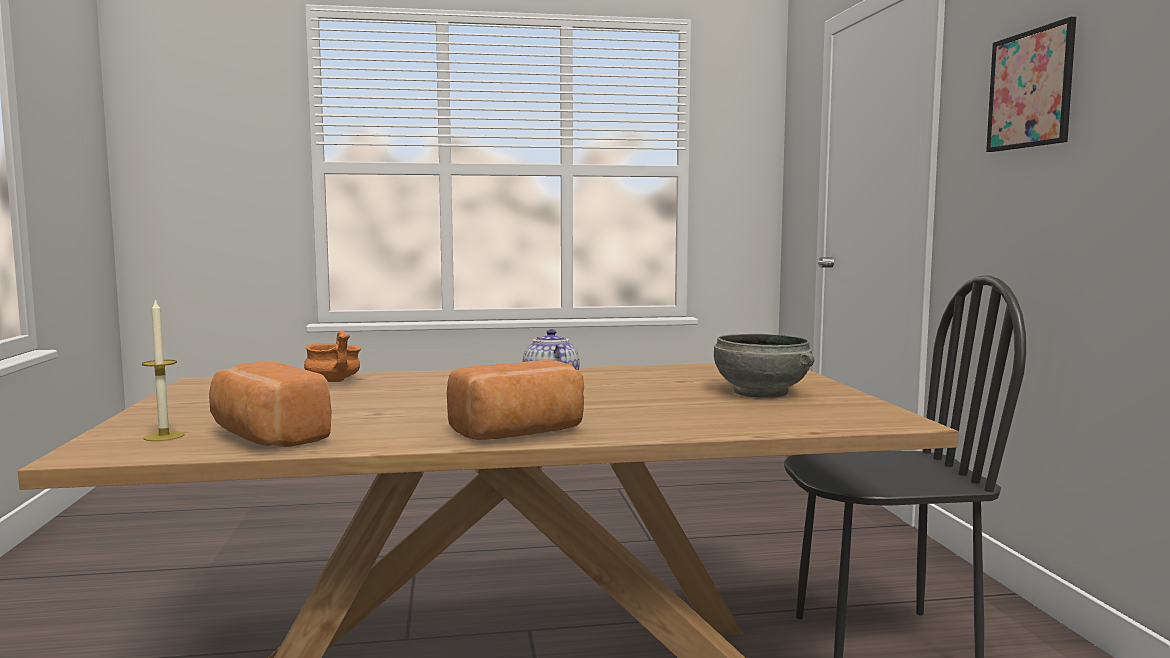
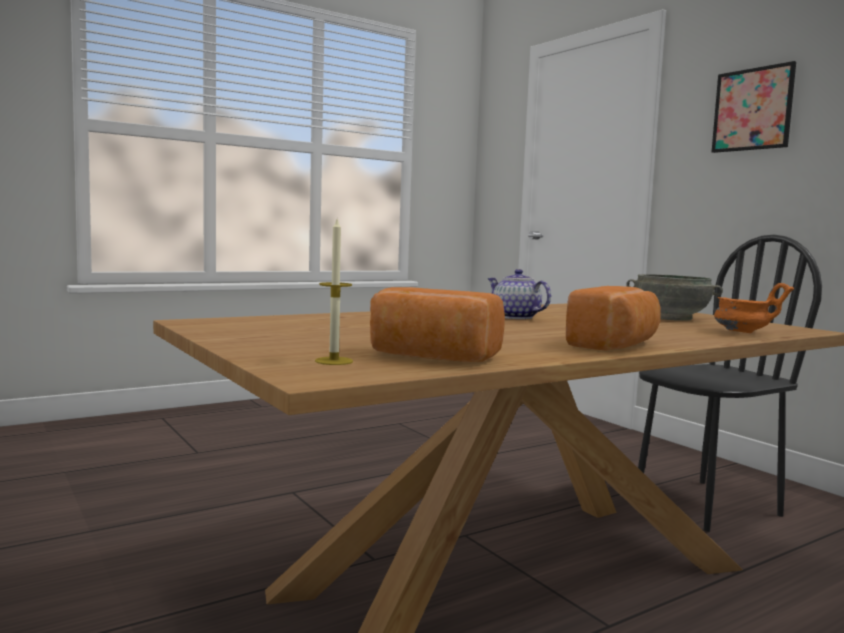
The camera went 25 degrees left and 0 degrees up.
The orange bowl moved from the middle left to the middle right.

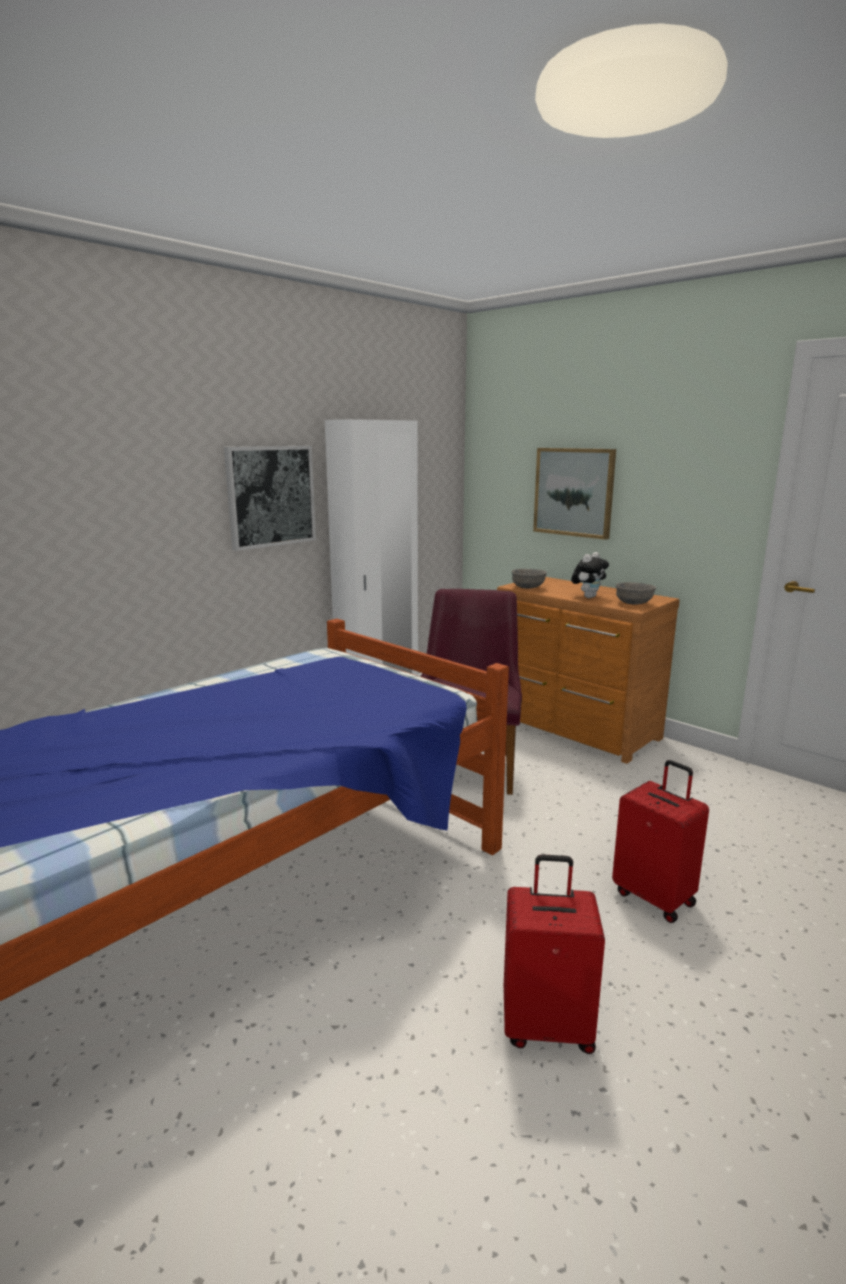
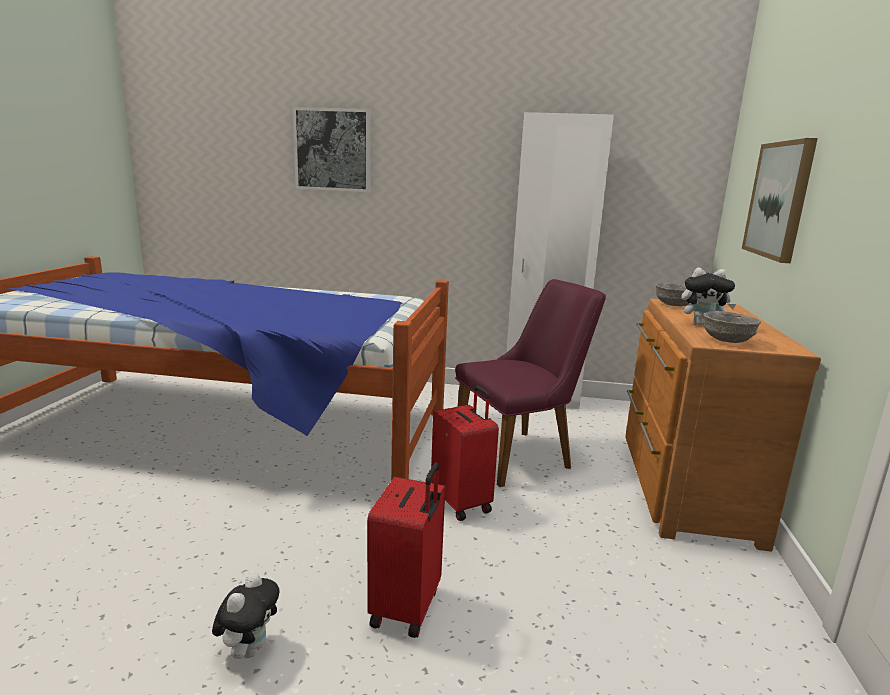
The camera went 55 degrees right and 0 degrees up.
The picture (no. 1 from left) moved from the middle left to the top centre.
The red suitcase (no. 1 from left in the first image) moved from the bottom centre to the centre.
The plush toy (no. 1 from left) at the bottom left appeared.

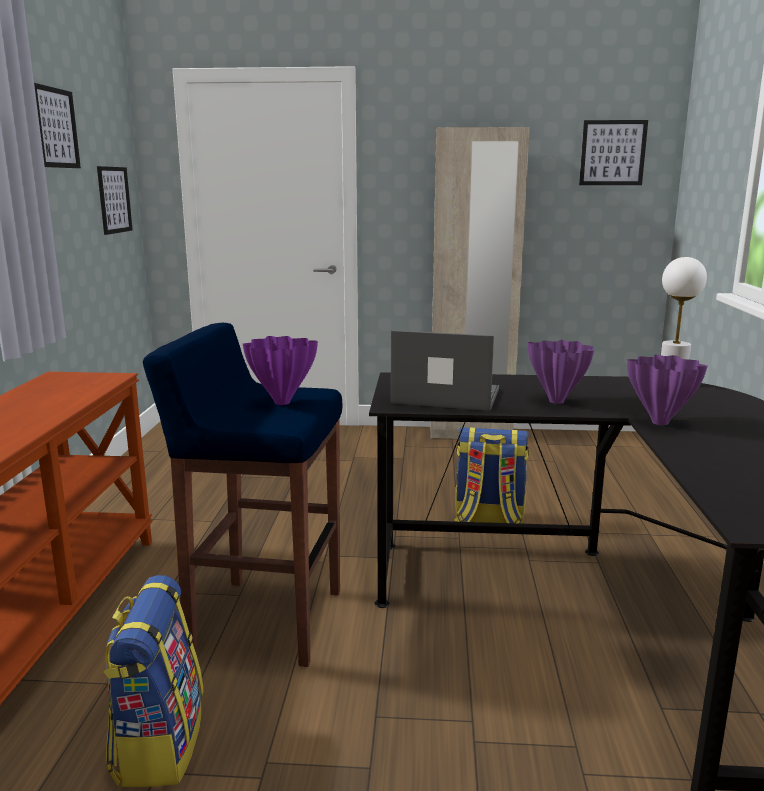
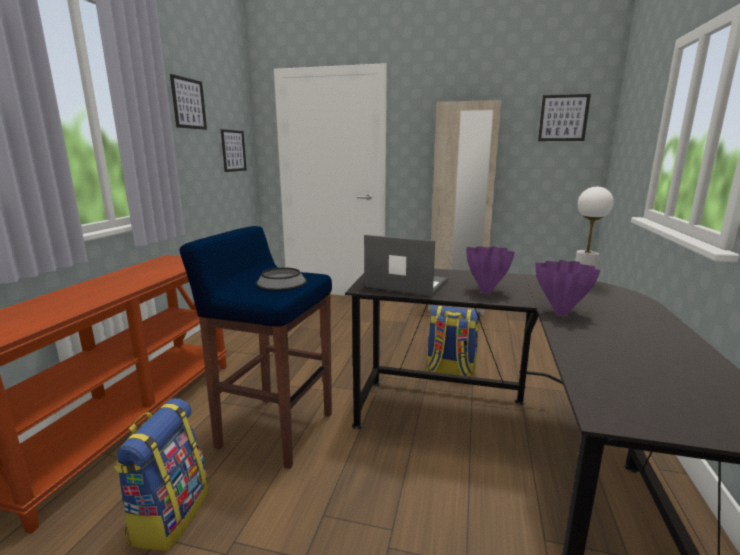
The camera went 10 degrees right and 0 degrees up.
The purple vase (no. 1 from left) at the centre was replaced by the bowl at the centre.

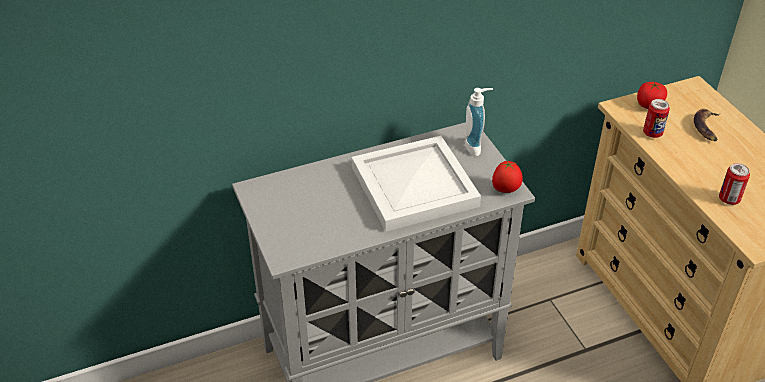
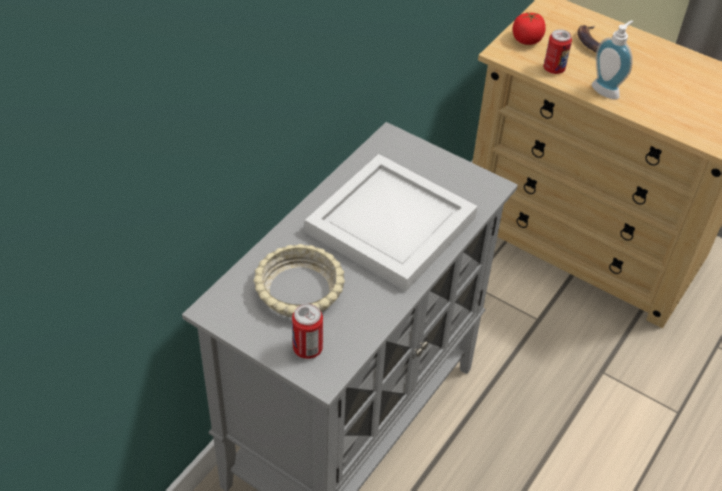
The camera went 35 degrees left and 5 degrees up.
The soap dispenser moved from the top centre to the top right.
The tomato (no. 1 from left) at the centre disappeared.
The can (no. 2 from left in the first image) moved from the middle right to the bottom centre.
The beige bowl at the centre appeared.

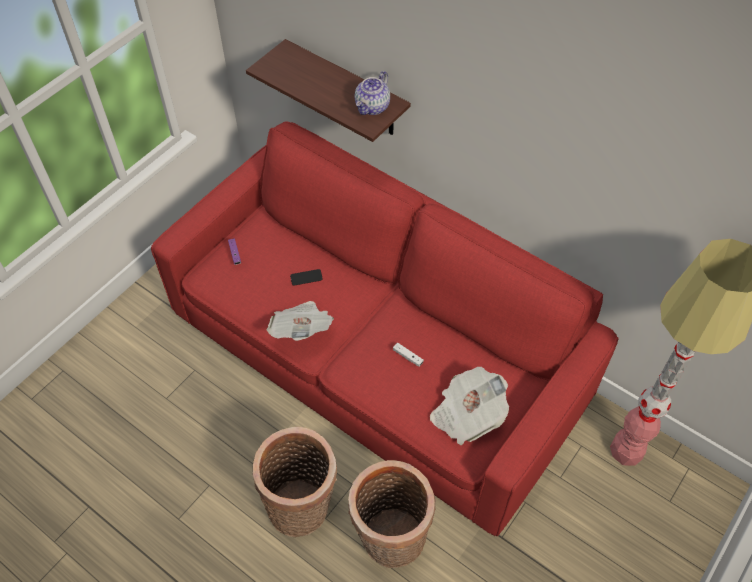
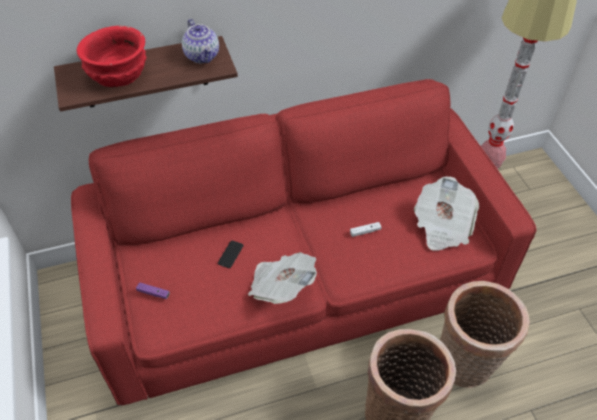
The camera went 55 degrees left and 5 degrees down.
The red bowl at the top left appeared.

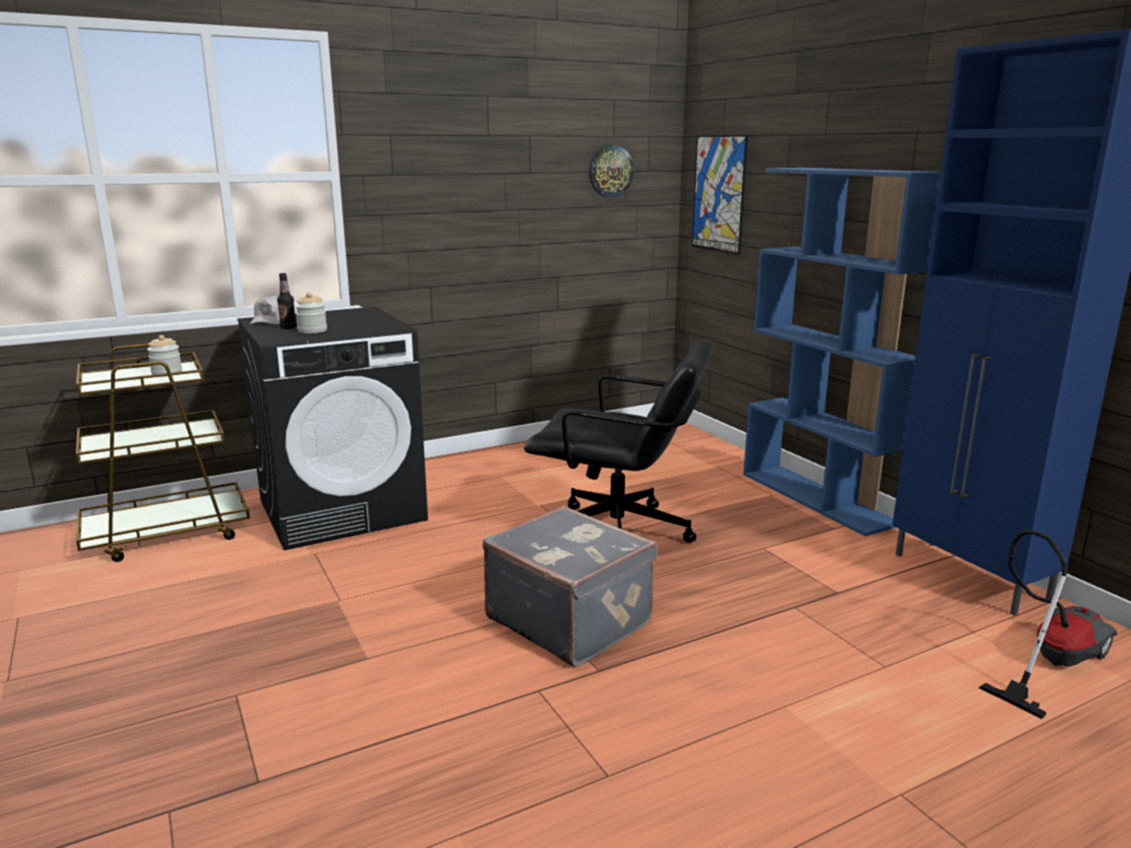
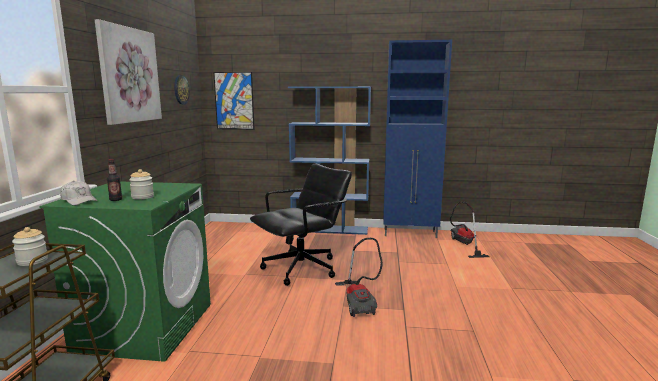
The camera went 55 degrees left and 5 degrees down.
The black washing machine at the middle left became the green washing machine at the bottom left.
The grey suitcase at the bottom centre was replaced by the vacuum cleaner (no. 1 from left) at the bottom centre.
The picture (no. 1 from left) at the top left appeared.

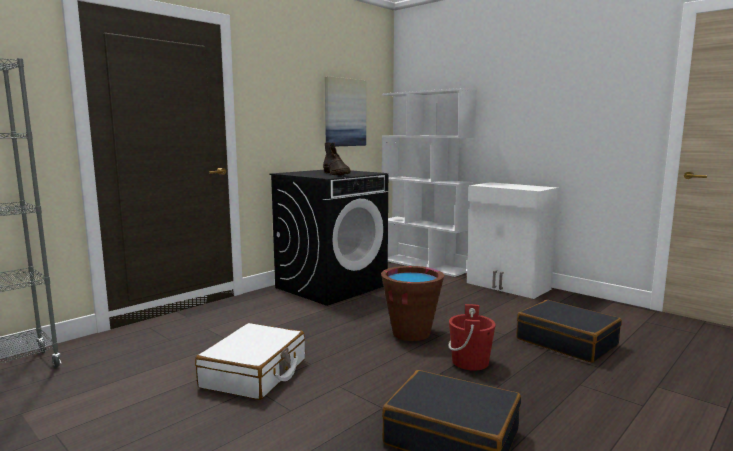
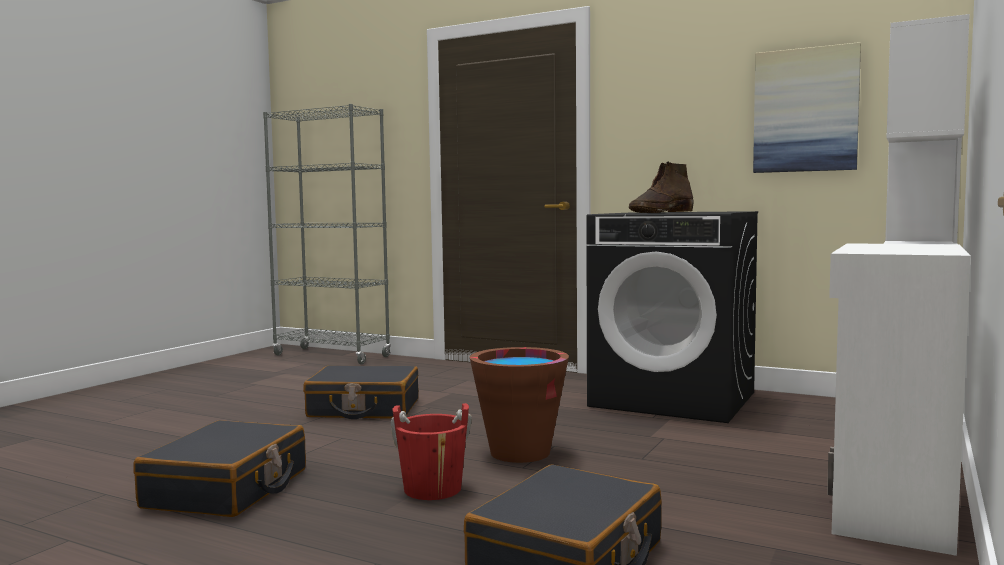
The camera went 75 degrees right and 5 degrees down.
The white suitcase at the bottom centre became the black suitcase (no. 2 from left) at the bottom centre.

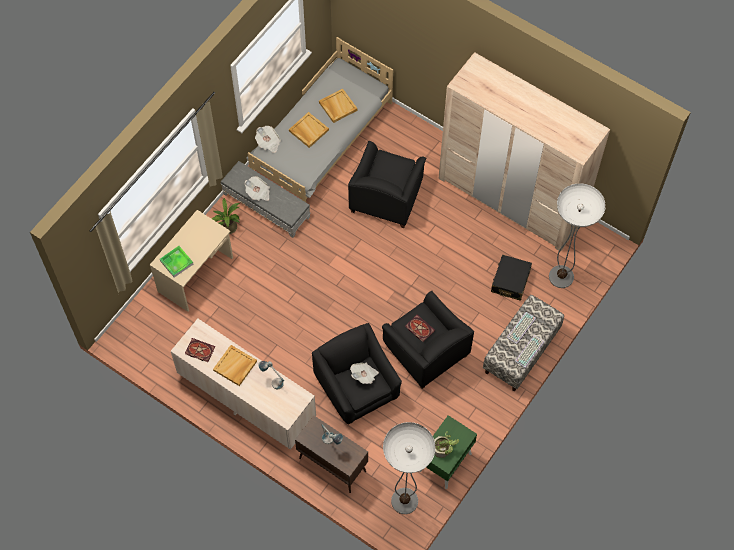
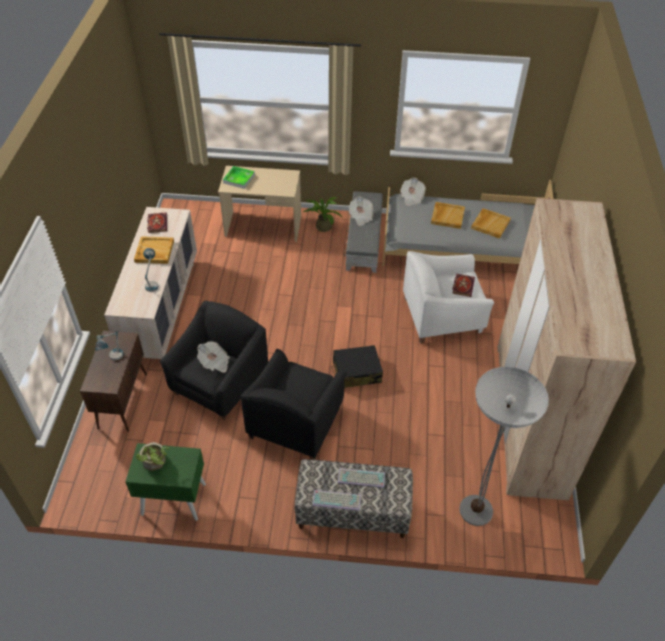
The camera went 60 degrees right and 15 degrees down.
The black armchair (no. 2 from left) at the centre became the white armchair at the middle right.
The floor lamp (no. 1 from left) at the bottom centre disappeared.
The book (no. 2 from left) moved from the centre to the middle right.
The black suitcase moved from the middle right to the centre.

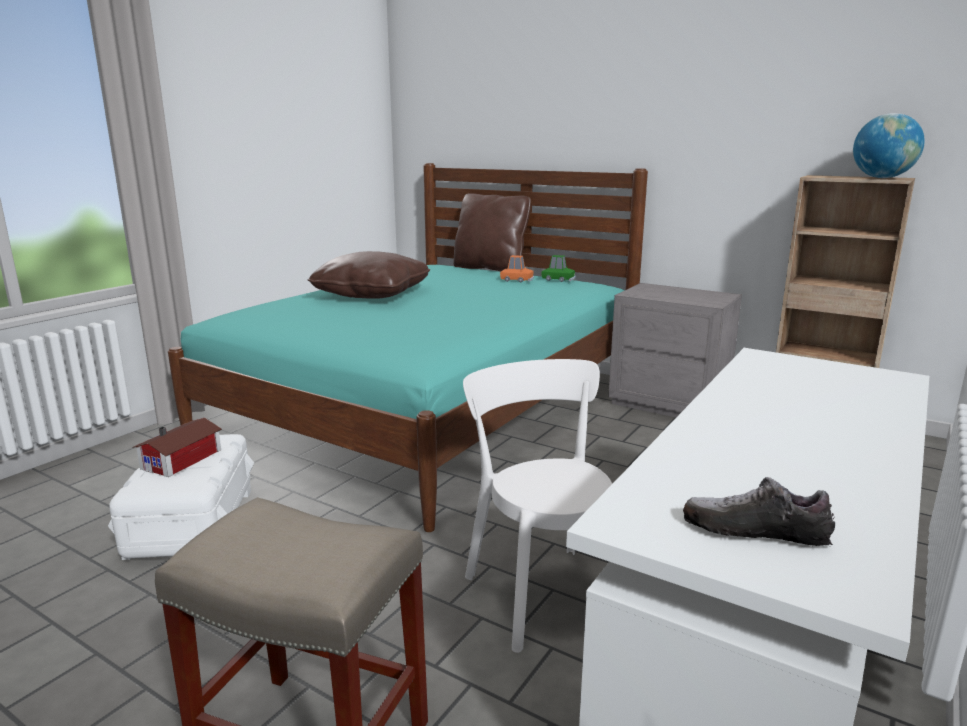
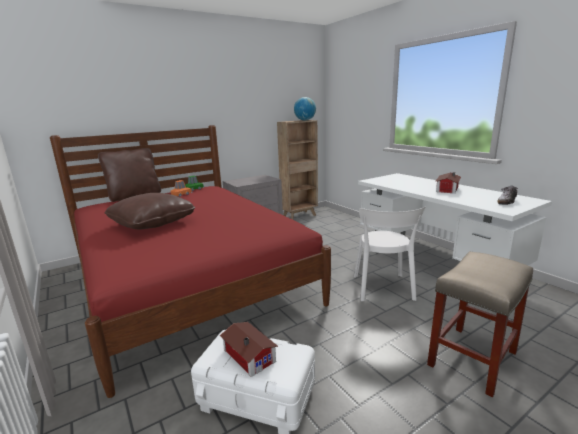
The camera went 65 degrees left and 0 degrees up.
The turquoise bed at the centre became the red bed at the middle left.
The white chair at the bottom centre turned 90 degrees counterclockwise.
The toy house (no. 2 from left) at the middle right appeared.

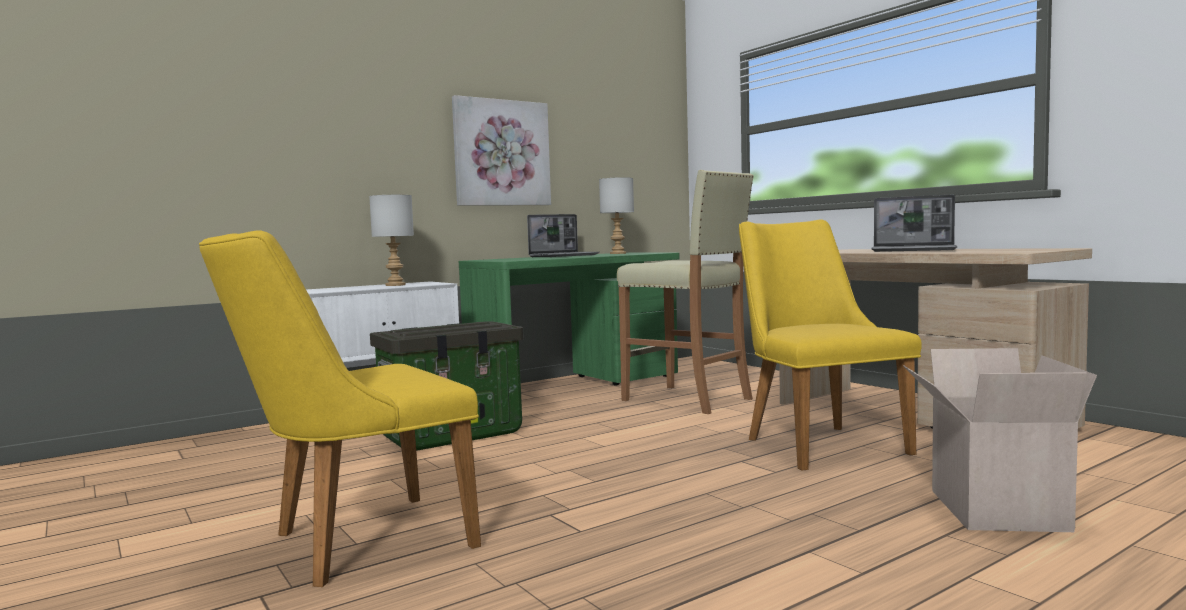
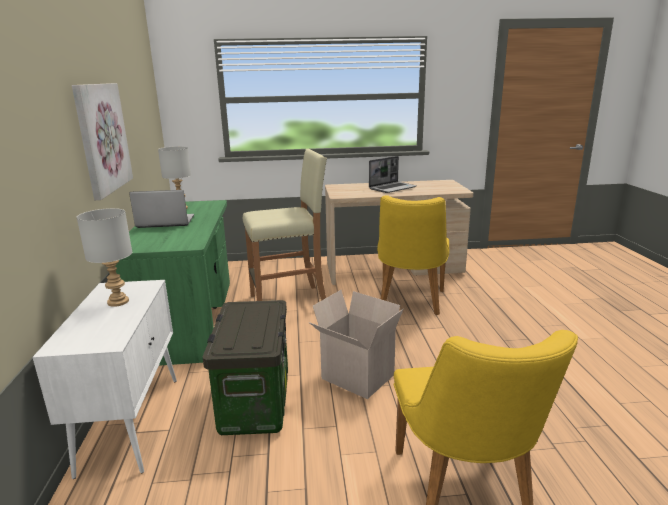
The camera went 60 degrees left and 15 degrees up.
The laptop (no. 1 from left) at the centre turned 90 degrees counterclockwise.
The yellow chair (no. 2 from left in the first image) at the middle right turned 90 degrees counterclockwise.
The cardboard box moved from the bottom right to the bottom centre.

